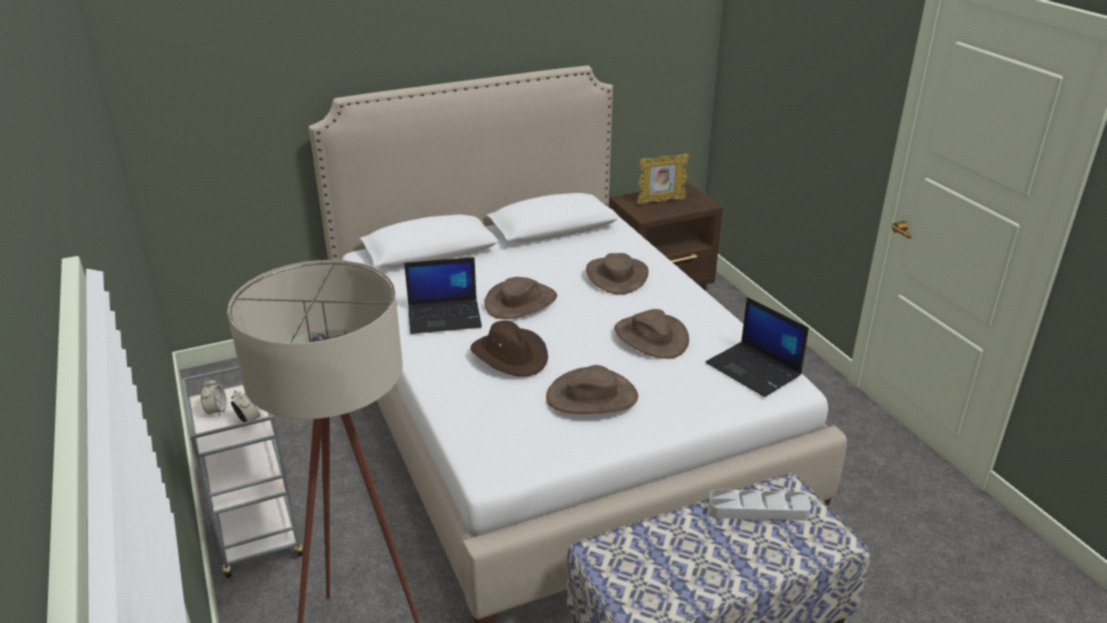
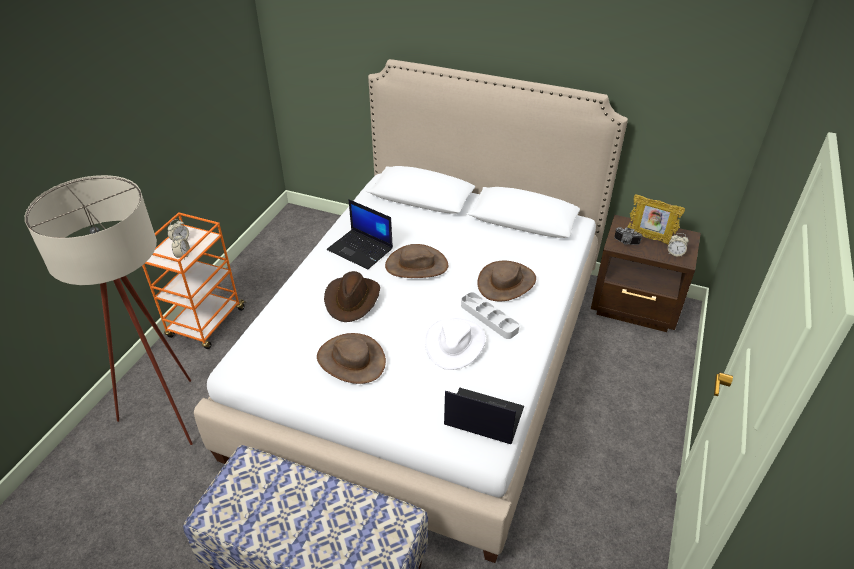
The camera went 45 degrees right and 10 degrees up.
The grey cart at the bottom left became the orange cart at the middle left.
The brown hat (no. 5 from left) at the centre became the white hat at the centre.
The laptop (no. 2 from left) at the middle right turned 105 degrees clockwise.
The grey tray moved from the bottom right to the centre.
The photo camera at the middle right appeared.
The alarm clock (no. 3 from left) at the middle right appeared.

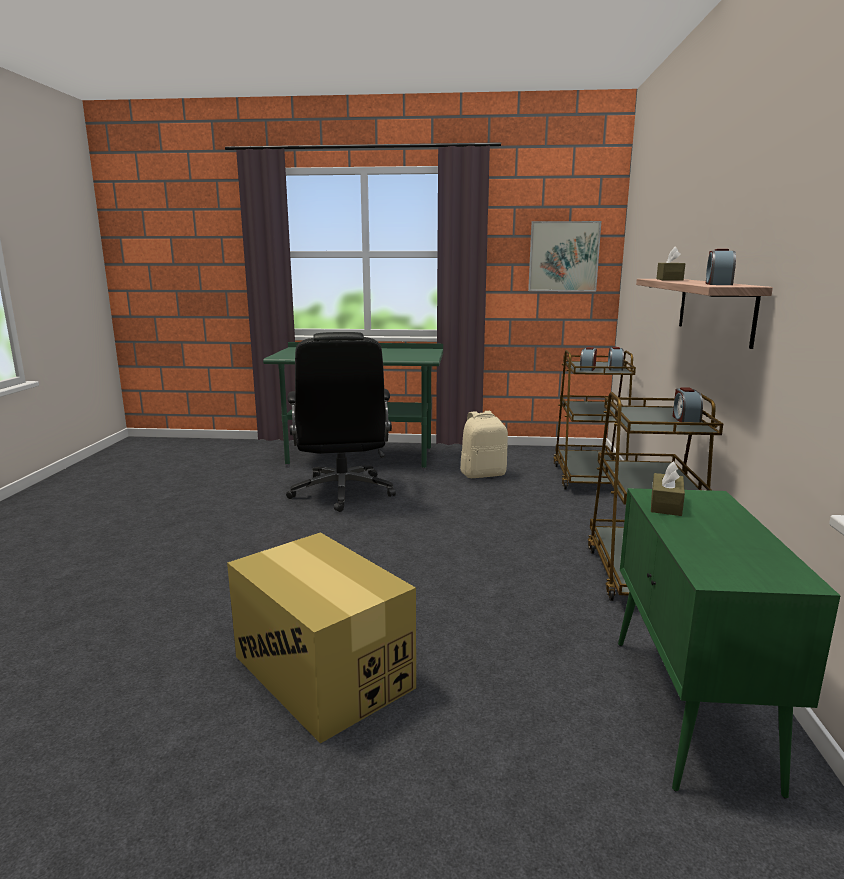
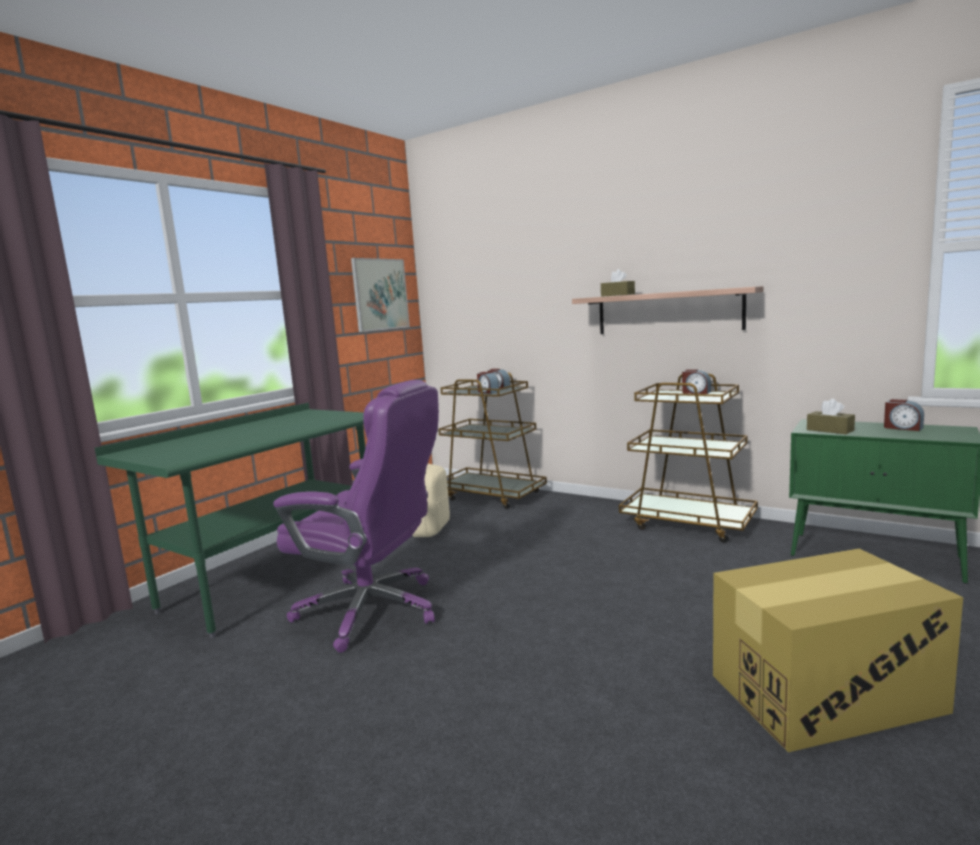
The camera went 60 degrees left and 5 degrees down.
The black office chair at the centre became the purple office chair at the centre.
The alarm clock (no. 4 from left) moved from the top right to the middle right.

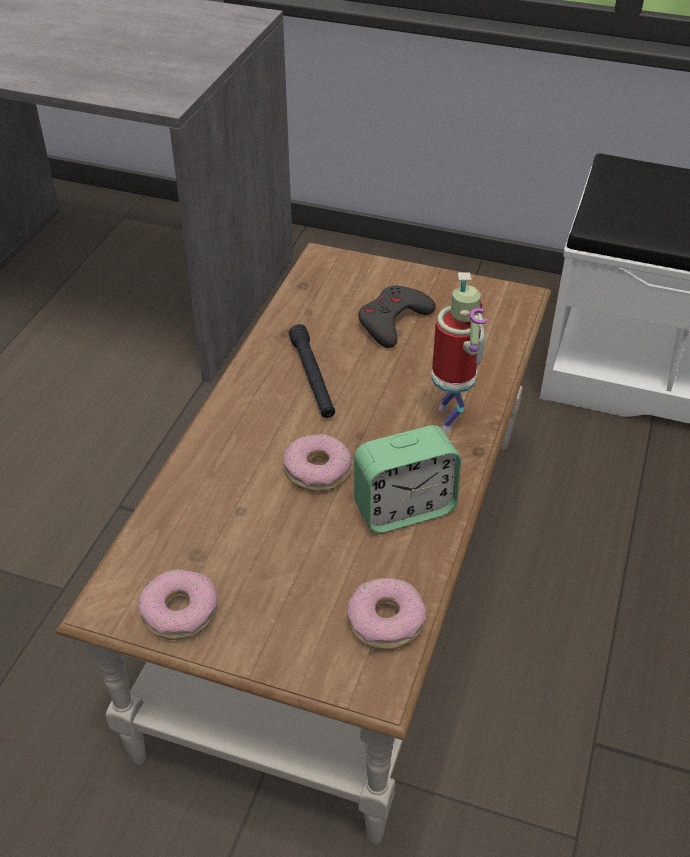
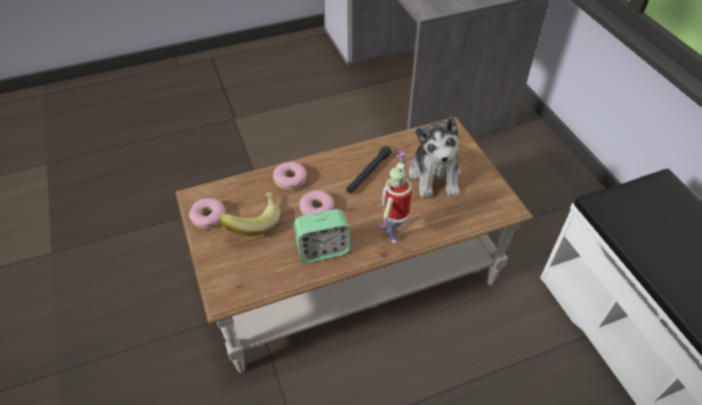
The camera went 50 degrees right and 5 degrees up.
The donut (no. 3 from left in the first image) moved from the bottom centre to the centre.
The alarm clock at the centre turned 45 degrees counterclockwise.
The grey game controller at the centre was replaced by the plush toy at the centre.
The toy robot at the centre turned 150 degrees clockwise.
The banana at the centre appeared.

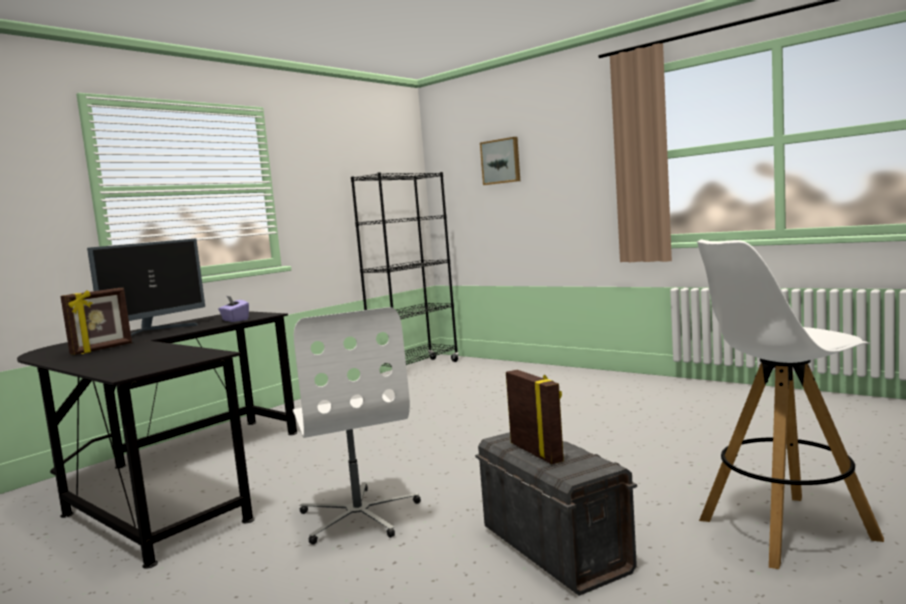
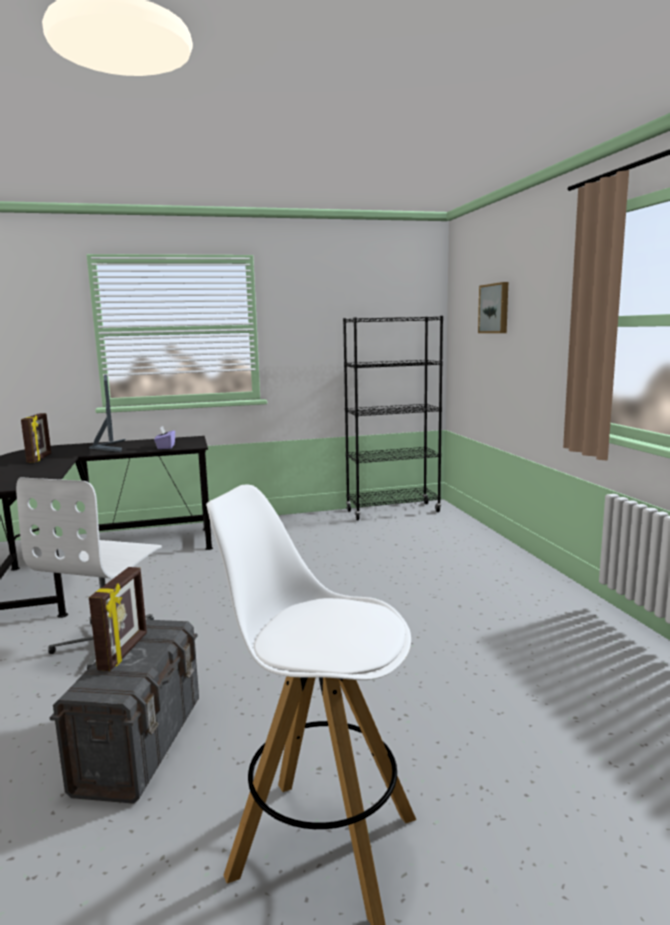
The camera went 35 degrees right and 5 degrees up.
The picture frame (no. 1 from left) at the middle left turned 75 degrees counterclockwise.
The monitor at the middle left turned 90 degrees counterclockwise.

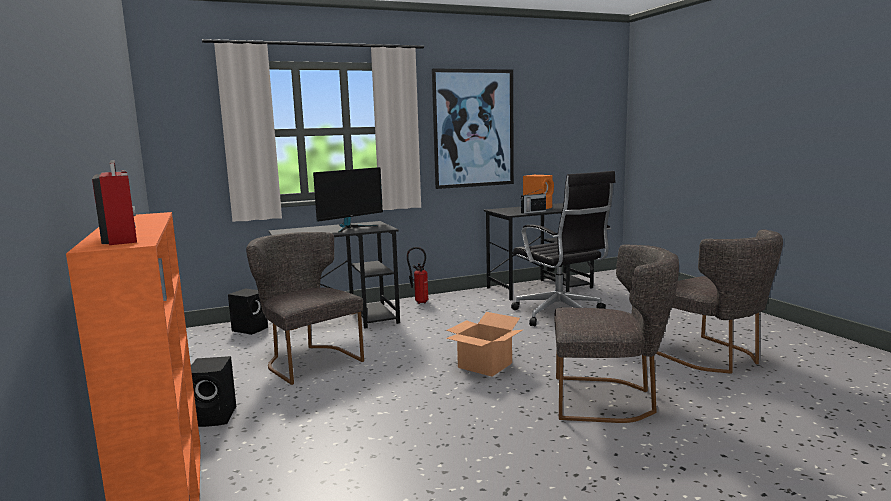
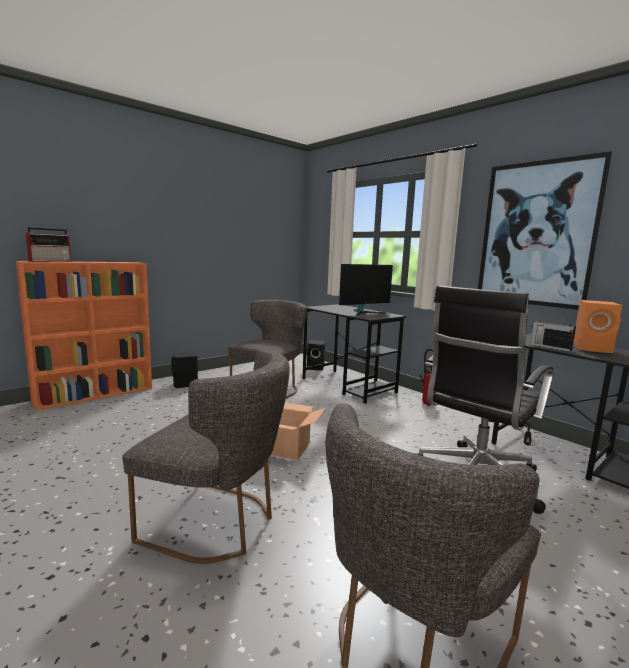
The camera went 70 degrees right and 0 degrees up.
The monitor at the centre turned 60 degrees counterclockwise.
The grey chair (no. 2 from left in the first image) at the middle right turned 60 degrees counterclockwise.

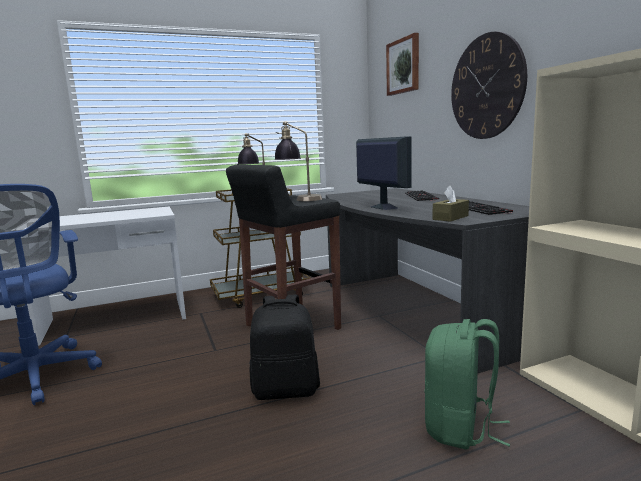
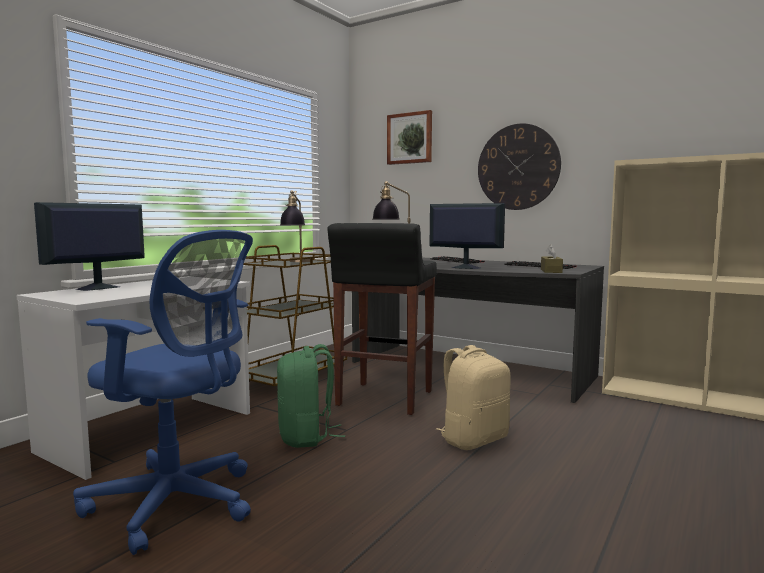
The camera went 35 degrees left and 5 degrees down.
The black backpack at the bottom centre became the beige backpack at the bottom centre.
The green backpack moved from the bottom right to the bottom centre.
The monitor (no. 1 from left) at the middle left appeared.

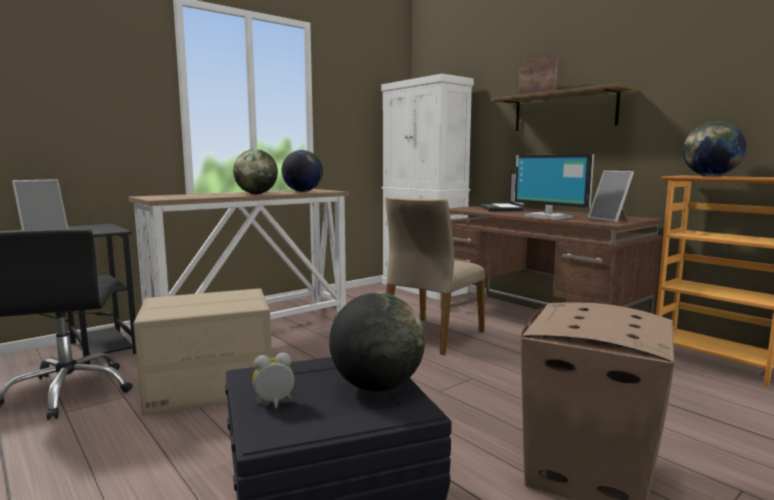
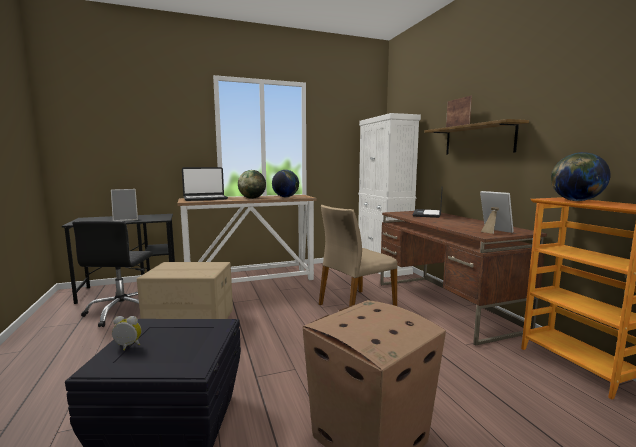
The camera went 20 degrees right and 0 degrees up.
The globe (no. 3 from left) at the bottom centre disappeared.
The monitor at the middle right disappeared.
The picture frame (no. 3 from left) at the middle right turned 150 degrees clockwise.
The laptop (no. 1 from left) at the middle left appeared.

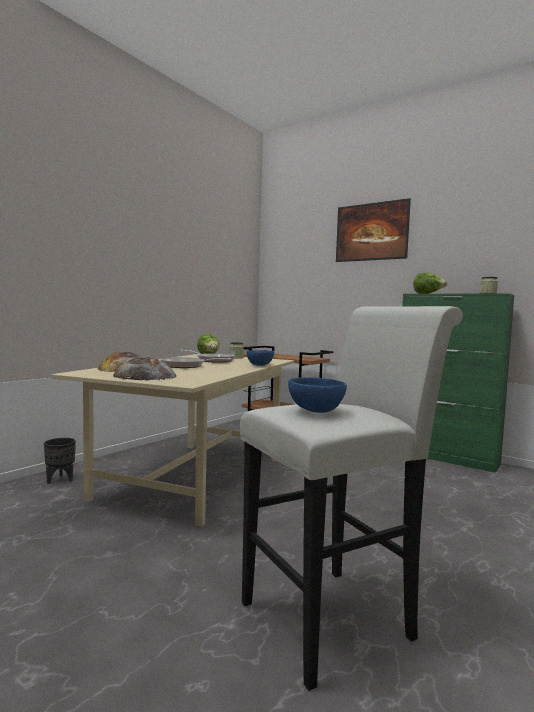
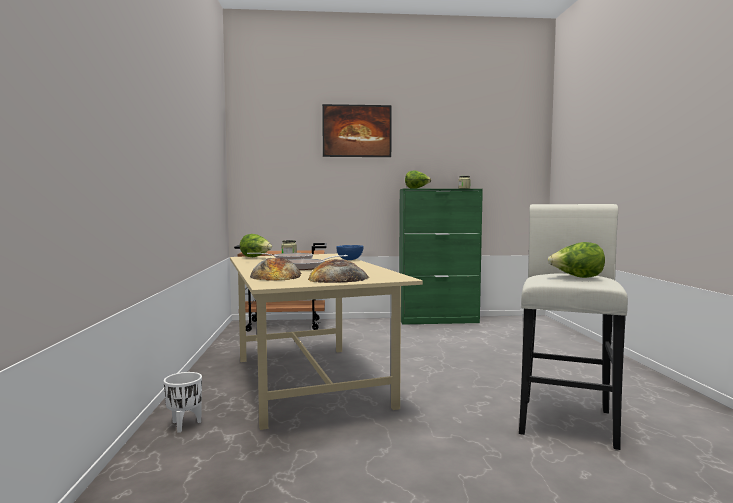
The camera went 40 degrees left and 0 degrees up.
The black planter at the middle left became the white planter at the bottom left.
The blue bowl (no. 2 from left) at the centre was replaced by the lettuce (no. 3 from left) at the middle right.

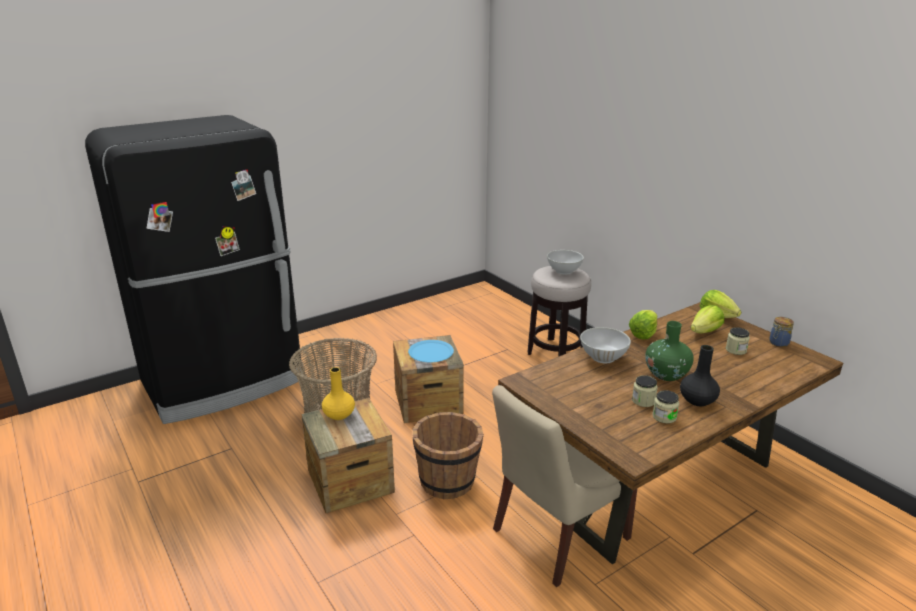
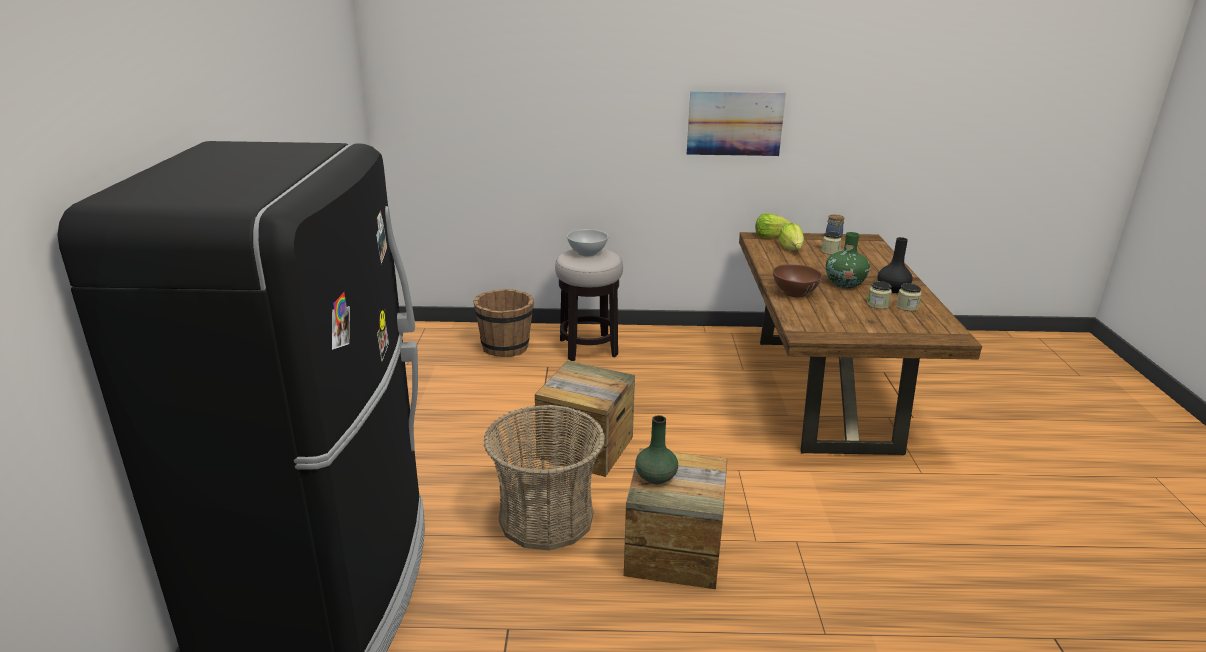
The camera went 55 degrees left and 0 degrees up.
The yellow vase at the centre became the green vase (no. 1 from left) at the bottom centre.
The blue plate at the centre disappeared.
The brown bucket moved from the bottom centre to the centre.
The beige chair at the bottom centre disappeared.
The white bowl (no. 2 from left) at the centre became the brown bowl at the centre.
The lettuce (no. 1 from left) at the middle right disappeared.
The picture at the top centre appeared.

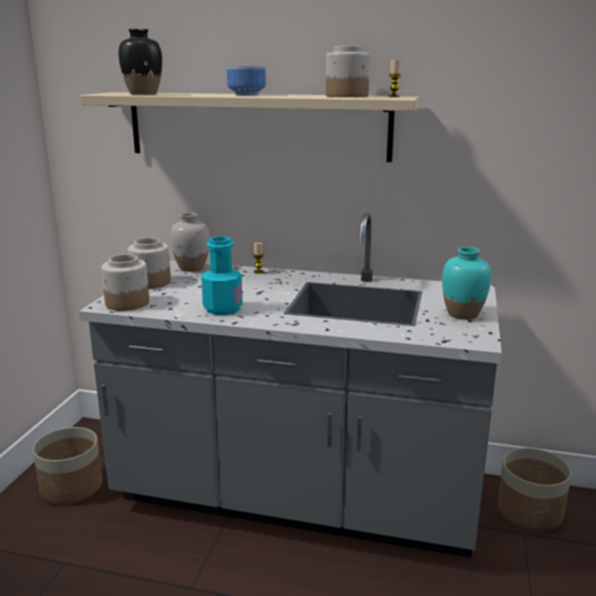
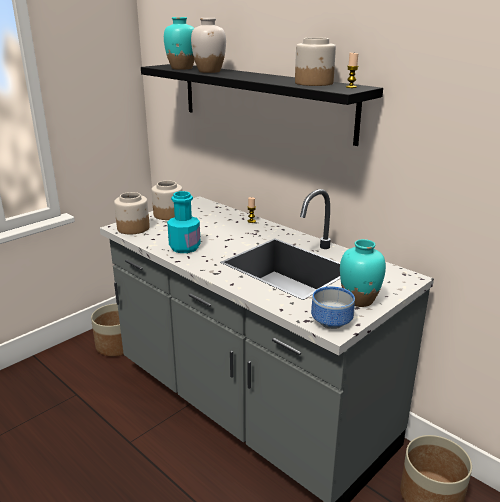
The camera went 30 degrees right and 5 degrees up.
The beige shelf at the top centre became the black shelf at the top centre.
The black vase at the top left became the turquoise vase (no. 1 from left) at the top centre.
The white vase moved from the middle left to the top centre.
The bowl moved from the top centre to the centre.

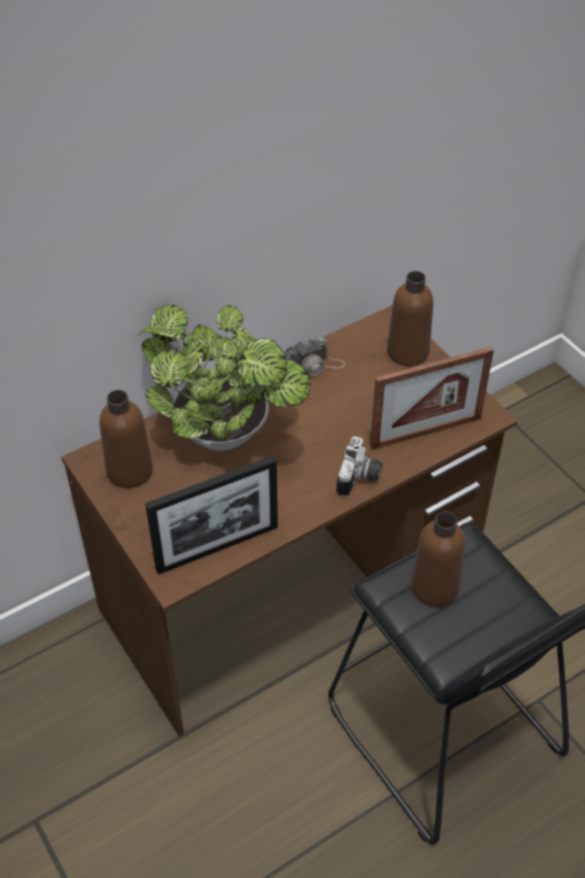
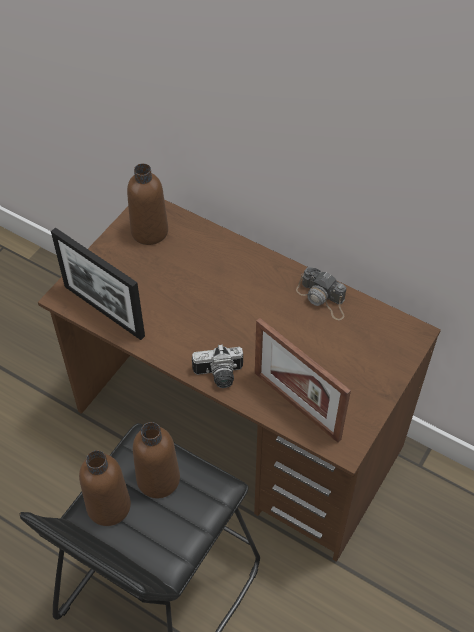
The camera went 65 degrees right and 5 degrees up.
The potted plant at the centre disappeared.
The brown bottle (no. 2 from left in the first image) moved from the middle right to the bottom left.

